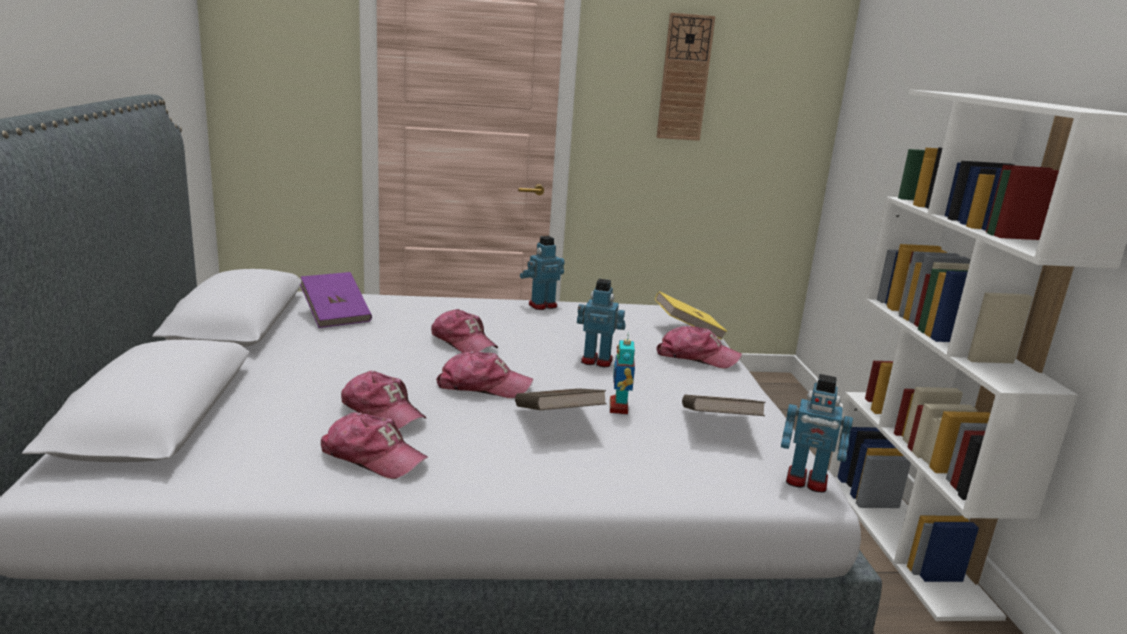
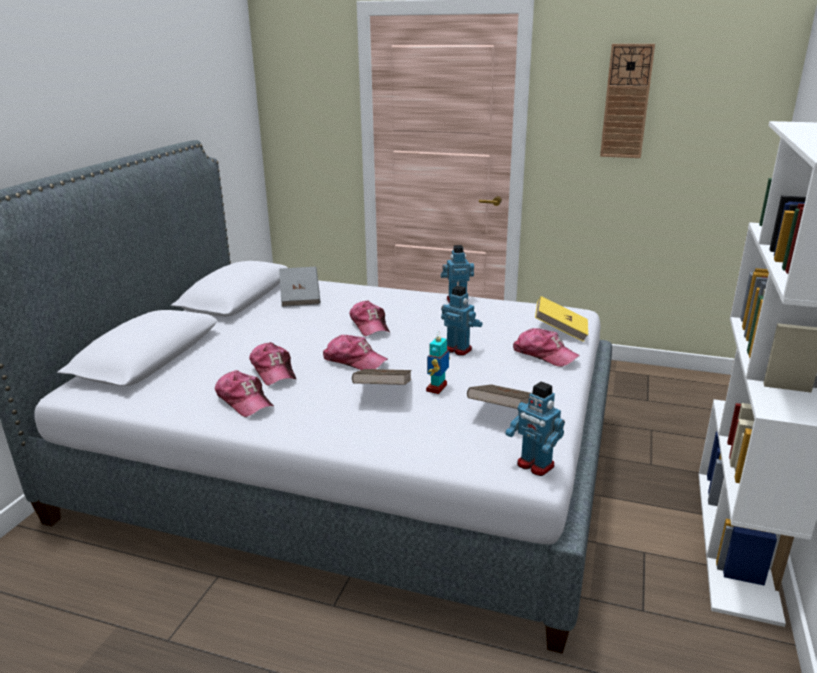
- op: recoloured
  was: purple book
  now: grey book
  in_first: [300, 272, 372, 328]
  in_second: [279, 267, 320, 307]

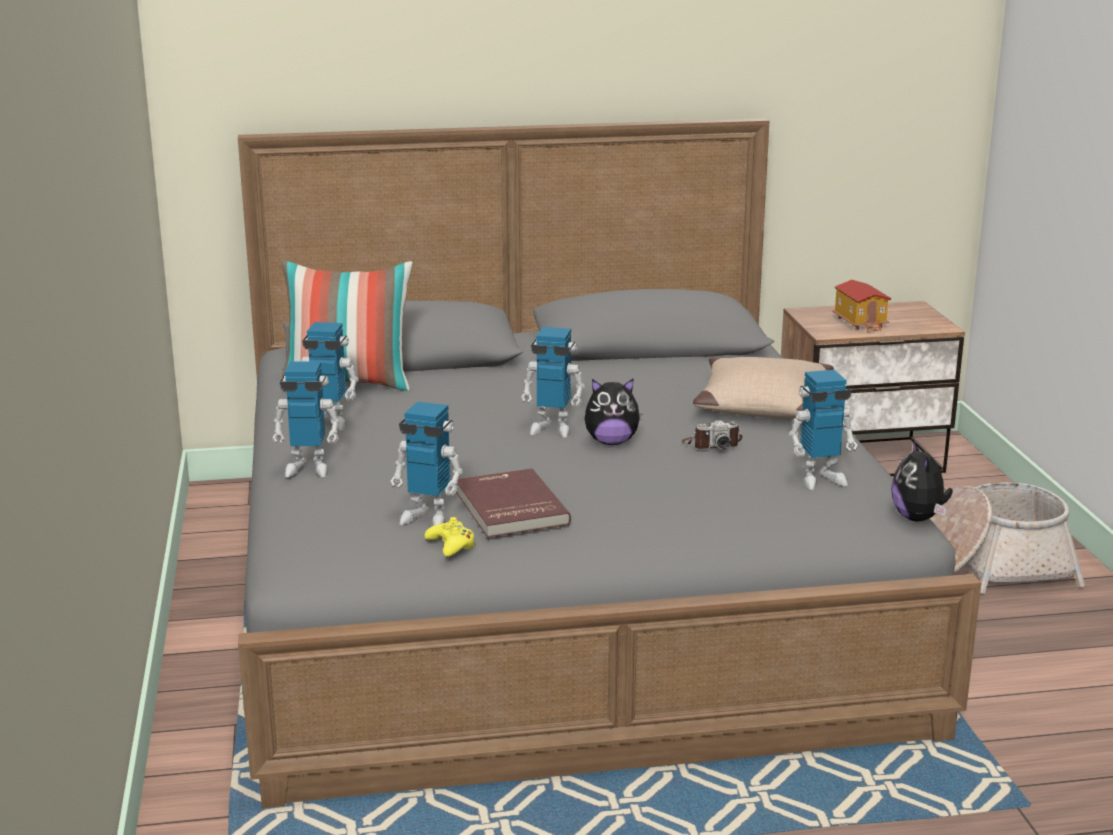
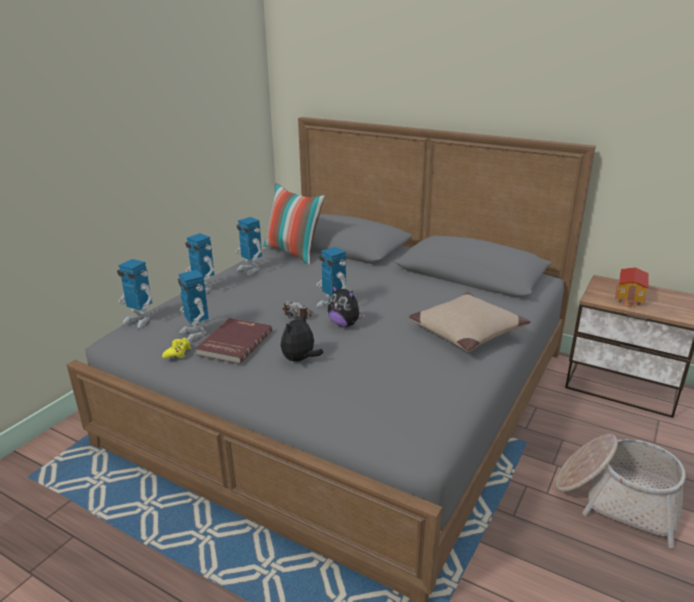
- op: moved
  was: toy robot
  in_first: [789, 370, 858, 490]
  in_second: [117, 259, 153, 328]
- op: moved
  was: photo camera
  in_first: [682, 420, 742, 449]
  in_second: [282, 301, 313, 319]
- op: moved
  was: plush toy
  in_first: [891, 440, 953, 522]
  in_second: [281, 313, 323, 362]

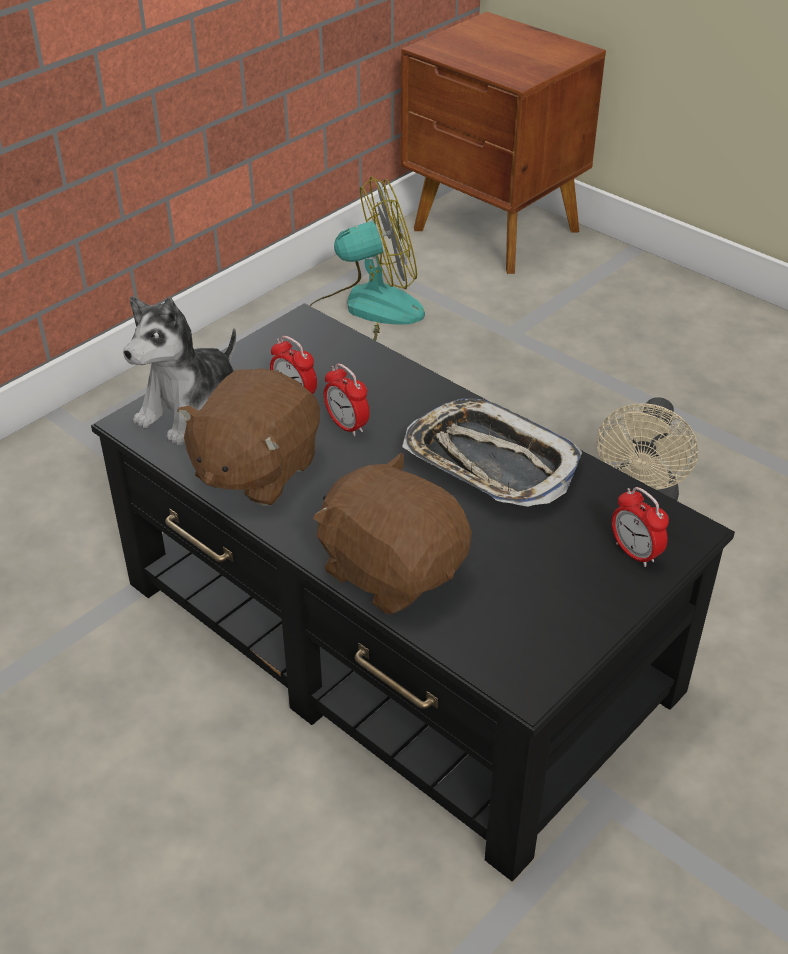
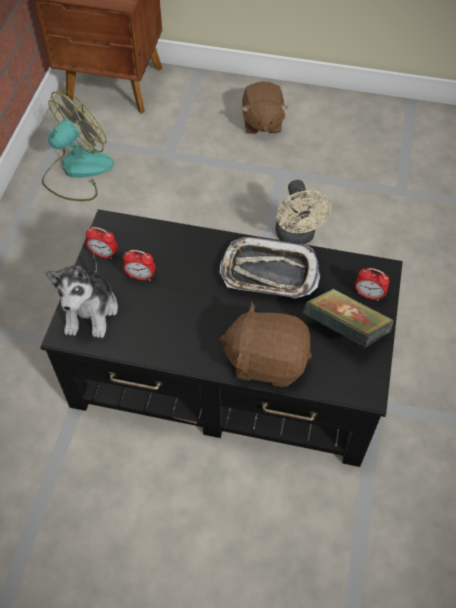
- op: moved
  was: alarm clock
  in_first: [324, 363, 370, 436]
  in_second: [85, 227, 118, 259]
- op: moved
  was: brown plush toy
  in_first: [177, 368, 320, 506]
  in_second: [241, 81, 288, 134]
- op: added
  now: book
  in_second: [303, 289, 394, 348]

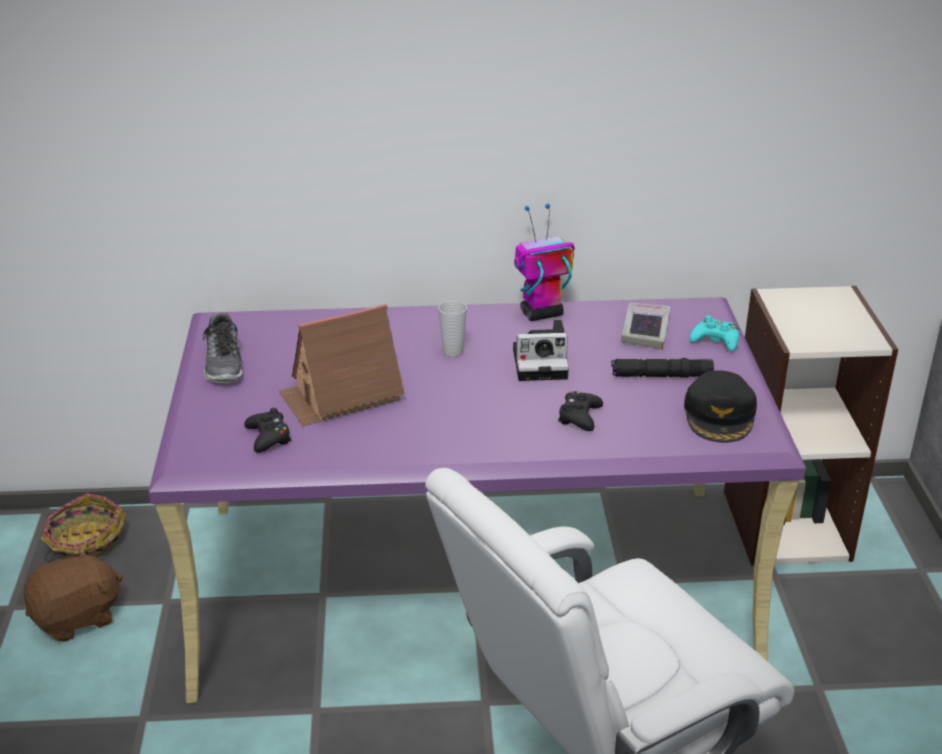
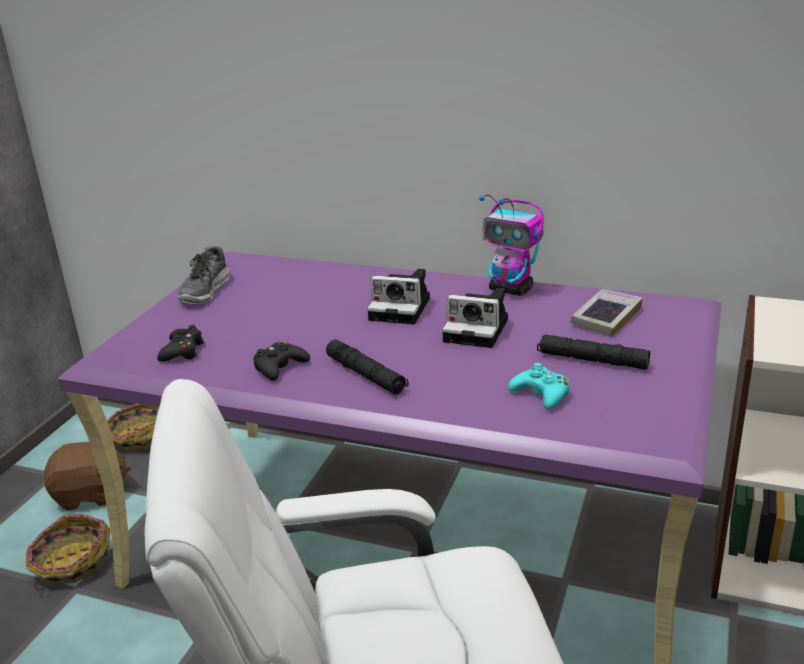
- op: turned
  was: toy robot
  in_first: [514, 203, 575, 321]
  in_second: [479, 195, 544, 296]
  clockwise: -150
- op: replaced
  was: cup
  now: photo camera
  in_first: [438, 300, 467, 357]
  in_second: [367, 268, 430, 324]
- op: removed
  was: toy house
  in_first: [279, 304, 405, 426]
- op: moved
  was: turquoise game controller
  in_first: [689, 316, 739, 352]
  in_second: [508, 363, 570, 410]
- op: removed
  was: black cap
  in_first: [684, 370, 757, 443]
- op: moved
  was: black game controller
  in_first: [558, 391, 603, 431]
  in_second: [253, 341, 310, 381]
- op: added
  now: black flashlight
  in_second: [326, 339, 409, 395]
- op: added
  now: basket
  in_second: [26, 514, 110, 590]

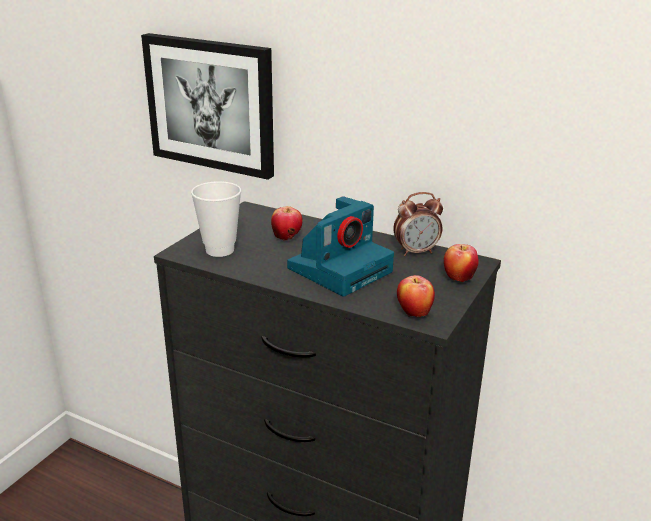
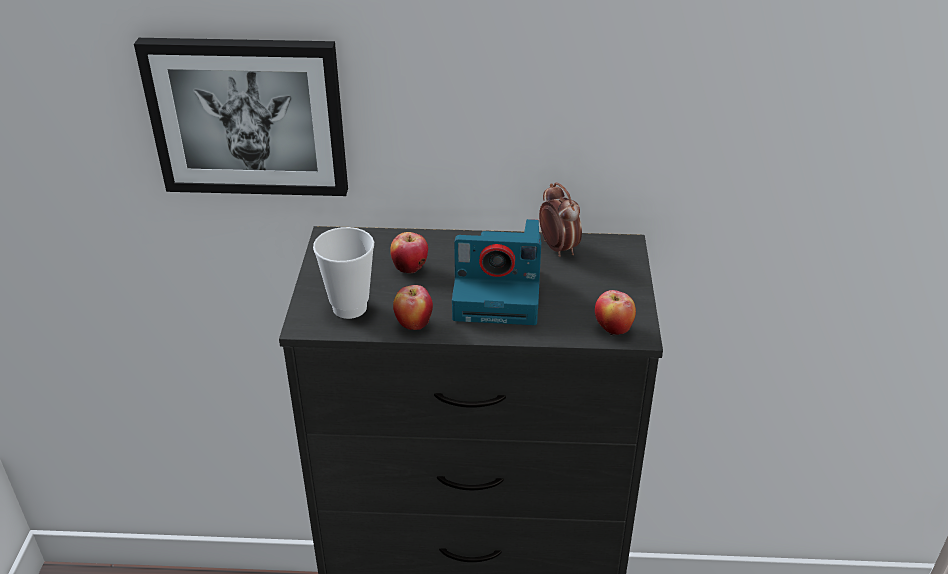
- op: turned
  was: alarm clock
  in_first: [393, 192, 443, 256]
  in_second: [539, 182, 582, 257]
  clockwise: -75
- op: turned
  was: photo camera
  in_first: [287, 196, 394, 296]
  in_second: [452, 219, 541, 325]
  clockwise: 75
- op: moved
  was: apple
  in_first: [444, 244, 479, 282]
  in_second: [393, 285, 433, 330]

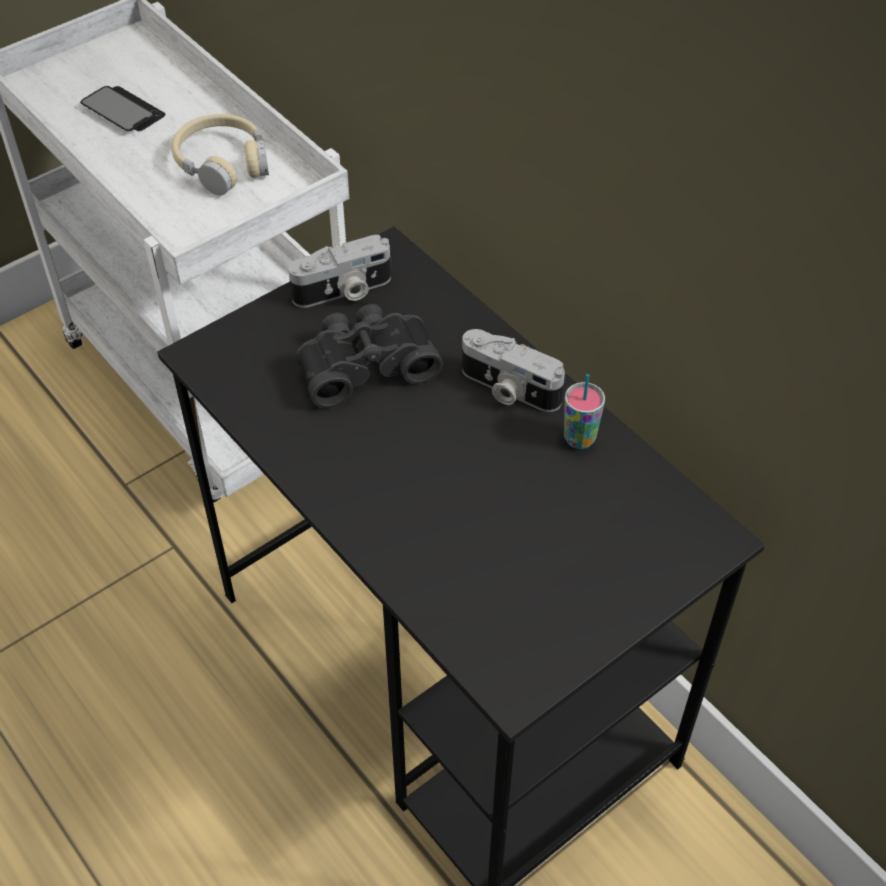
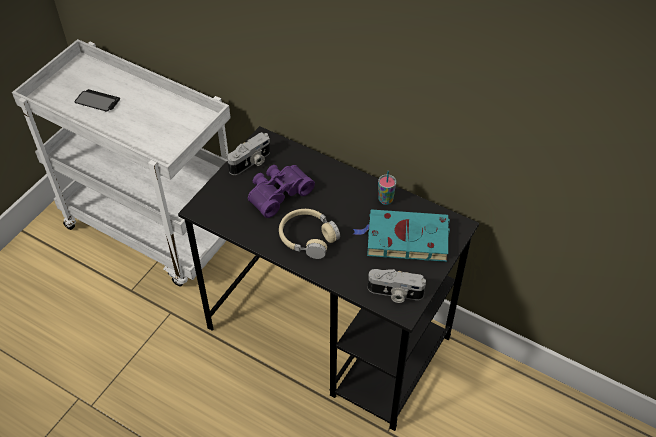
- op: moved
  was: beige headphones
  in_first: [172, 114, 269, 196]
  in_second: [279, 209, 340, 259]
- op: recoloured
  was: black binoculars
  now: purple binoculars
  in_first: [296, 304, 443, 408]
  in_second: [248, 165, 315, 218]
- op: moved
  was: photo camera
  in_first: [462, 329, 565, 412]
  in_second: [368, 269, 426, 303]
- op: added
  now: turquoise book
  in_second: [353, 209, 450, 262]

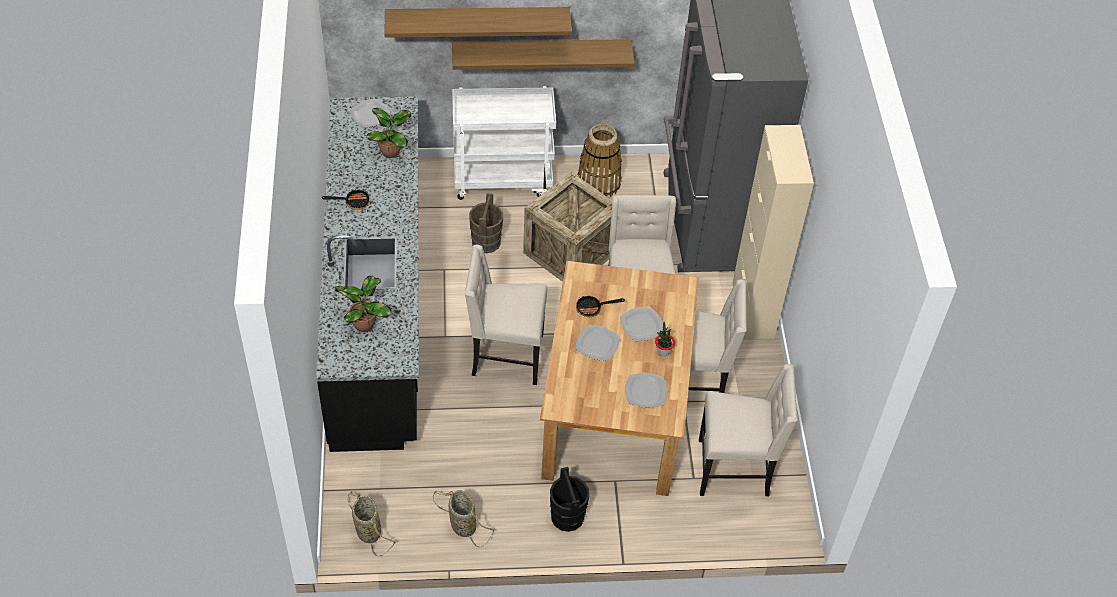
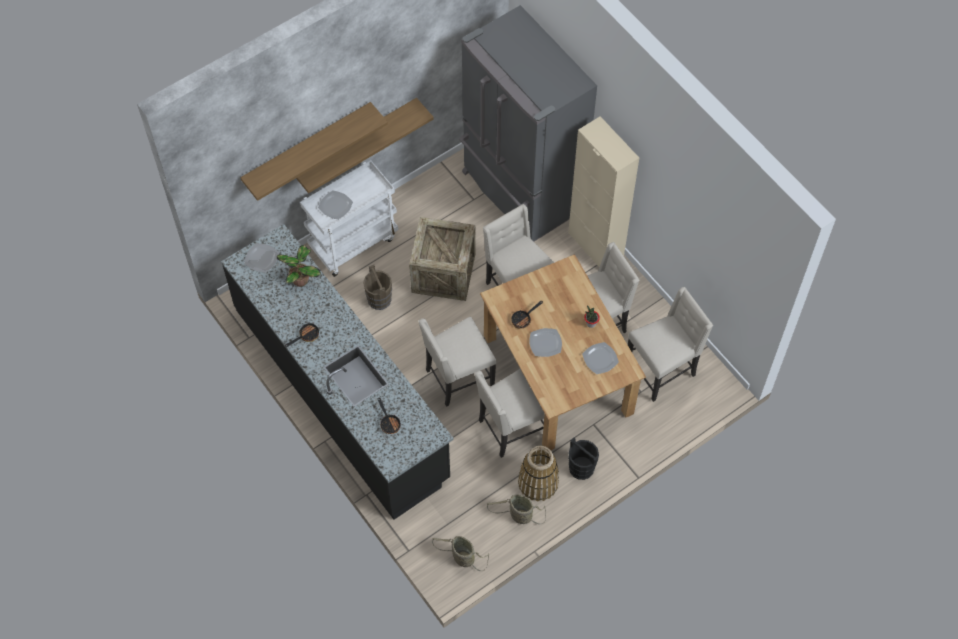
- op: moved
  was: basket
  in_first: [577, 124, 622, 197]
  in_second: [518, 446, 559, 501]
- op: replaced
  was: potted plant
  now: frying pan
  in_first: [335, 276, 392, 332]
  in_second: [377, 398, 401, 434]
- op: moved
  was: plate
  in_first: [620, 307, 663, 341]
  in_second: [318, 190, 353, 220]
- op: added
  now: beige chair
  in_second: [474, 369, 545, 458]

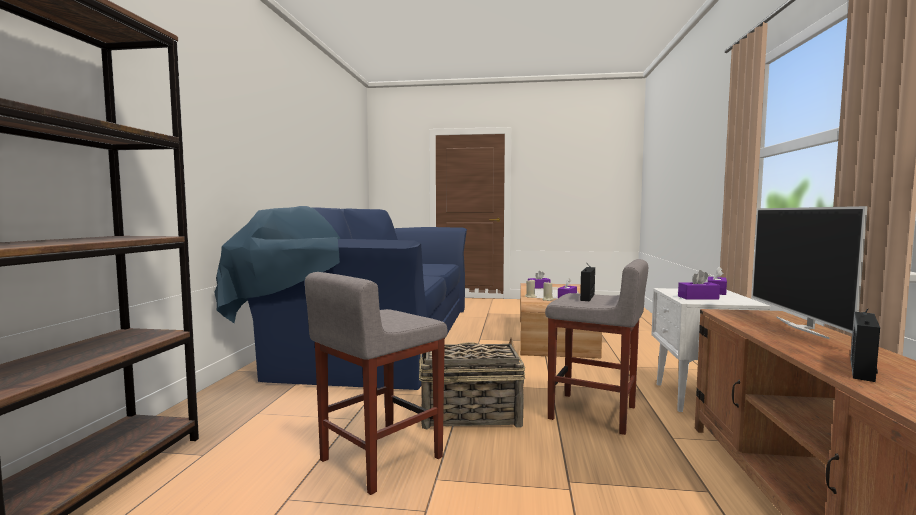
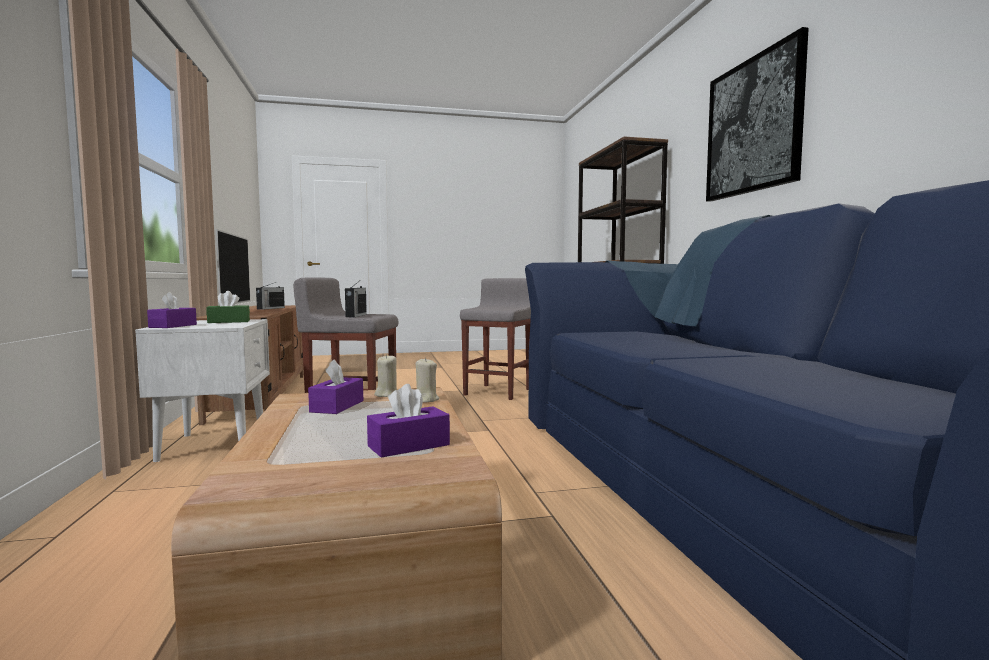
- op: recoloured
  was: purple tissue box
  now: green tissue box
  in_first: [678, 270, 720, 300]
  in_second: [206, 291, 250, 323]
- op: removed
  was: basket
  in_first: [419, 338, 525, 429]
- op: added
  now: picture
  in_second: [706, 27, 809, 202]

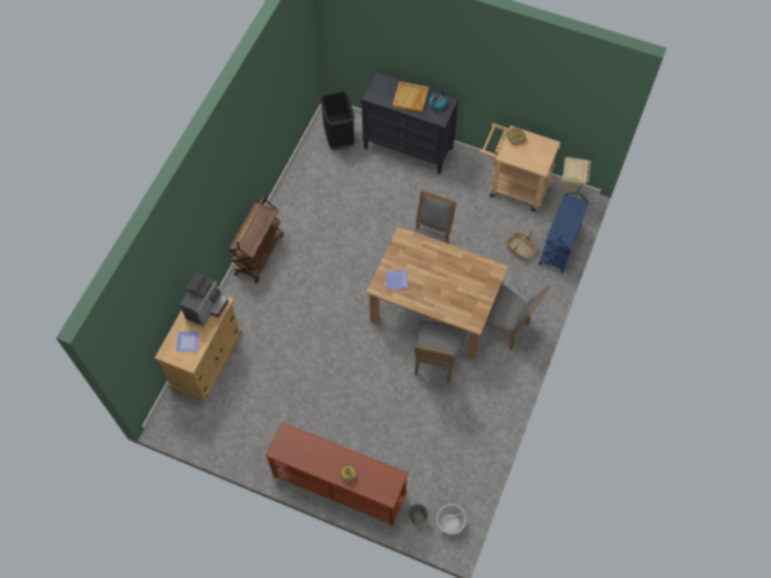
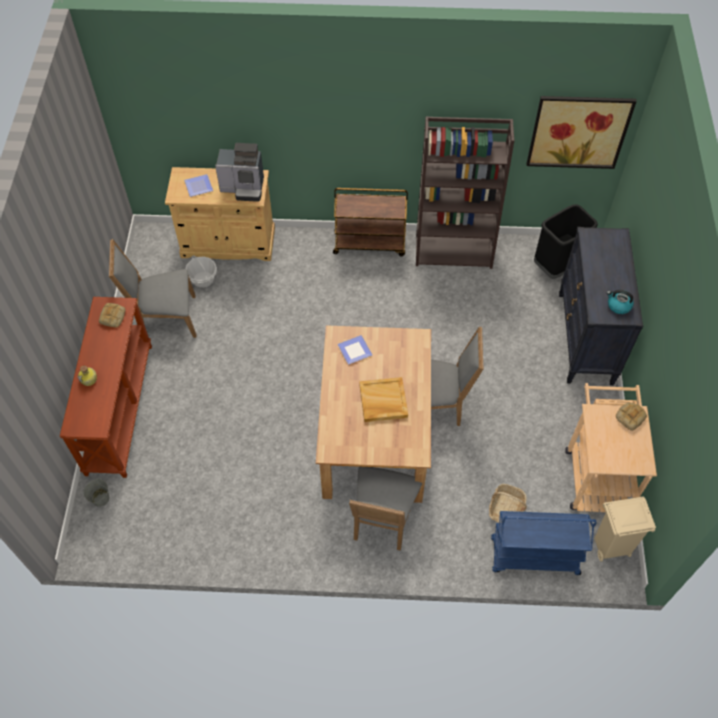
- op: moved
  was: beige tray
  in_first: [392, 81, 429, 113]
  in_second: [359, 377, 408, 422]
- op: moved
  was: grey chair
  in_first: [414, 320, 467, 383]
  in_second: [109, 239, 197, 338]
- op: moved
  was: basket
  in_first: [435, 504, 468, 534]
  in_second: [186, 255, 217, 288]
- op: added
  now: picture
  in_second: [526, 96, 637, 169]
- op: added
  now: brown bookcase
  in_second: [416, 116, 514, 269]
- op: added
  now: bread
  in_second: [99, 303, 125, 327]

